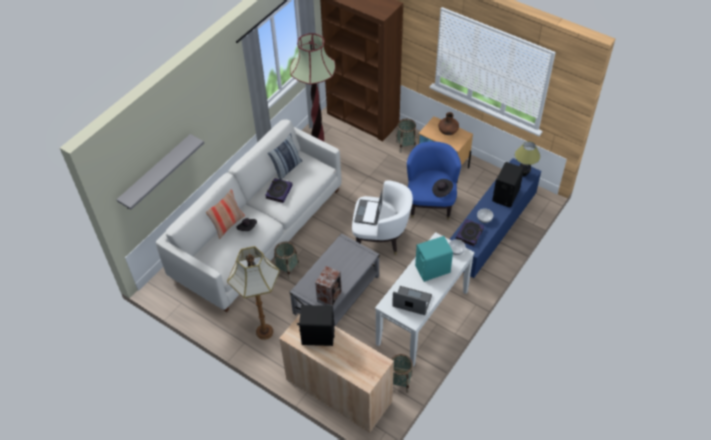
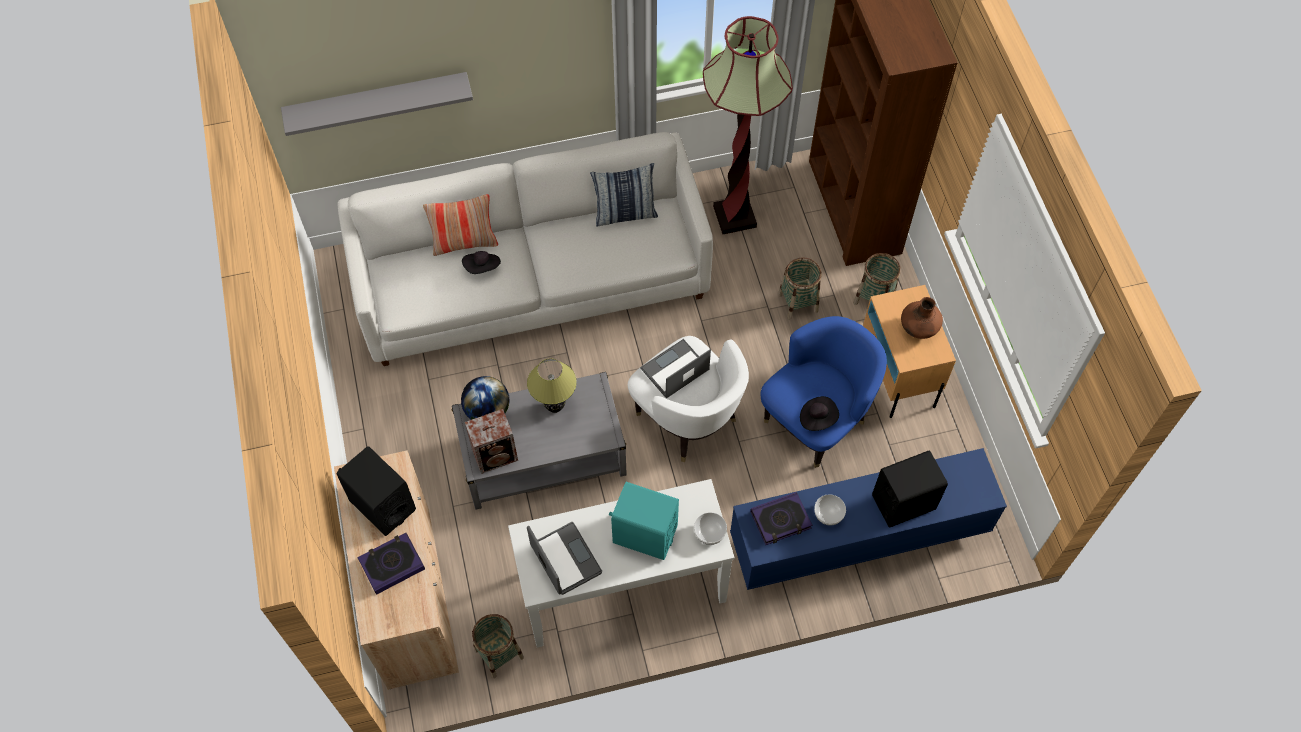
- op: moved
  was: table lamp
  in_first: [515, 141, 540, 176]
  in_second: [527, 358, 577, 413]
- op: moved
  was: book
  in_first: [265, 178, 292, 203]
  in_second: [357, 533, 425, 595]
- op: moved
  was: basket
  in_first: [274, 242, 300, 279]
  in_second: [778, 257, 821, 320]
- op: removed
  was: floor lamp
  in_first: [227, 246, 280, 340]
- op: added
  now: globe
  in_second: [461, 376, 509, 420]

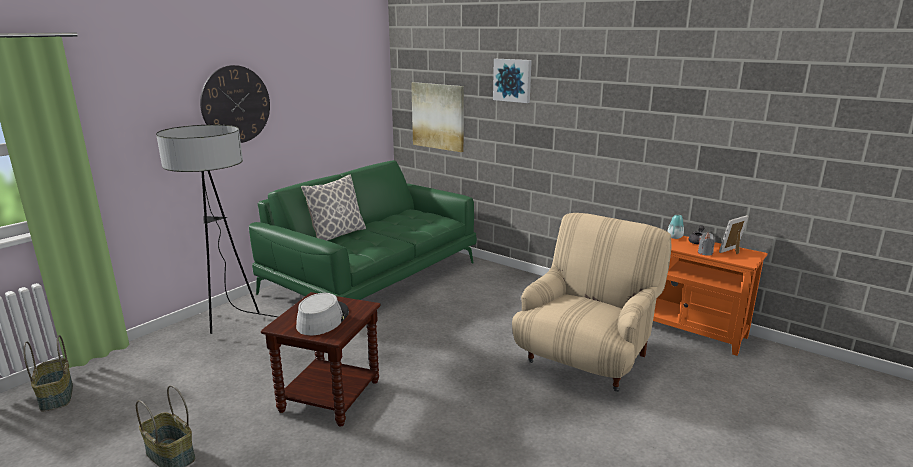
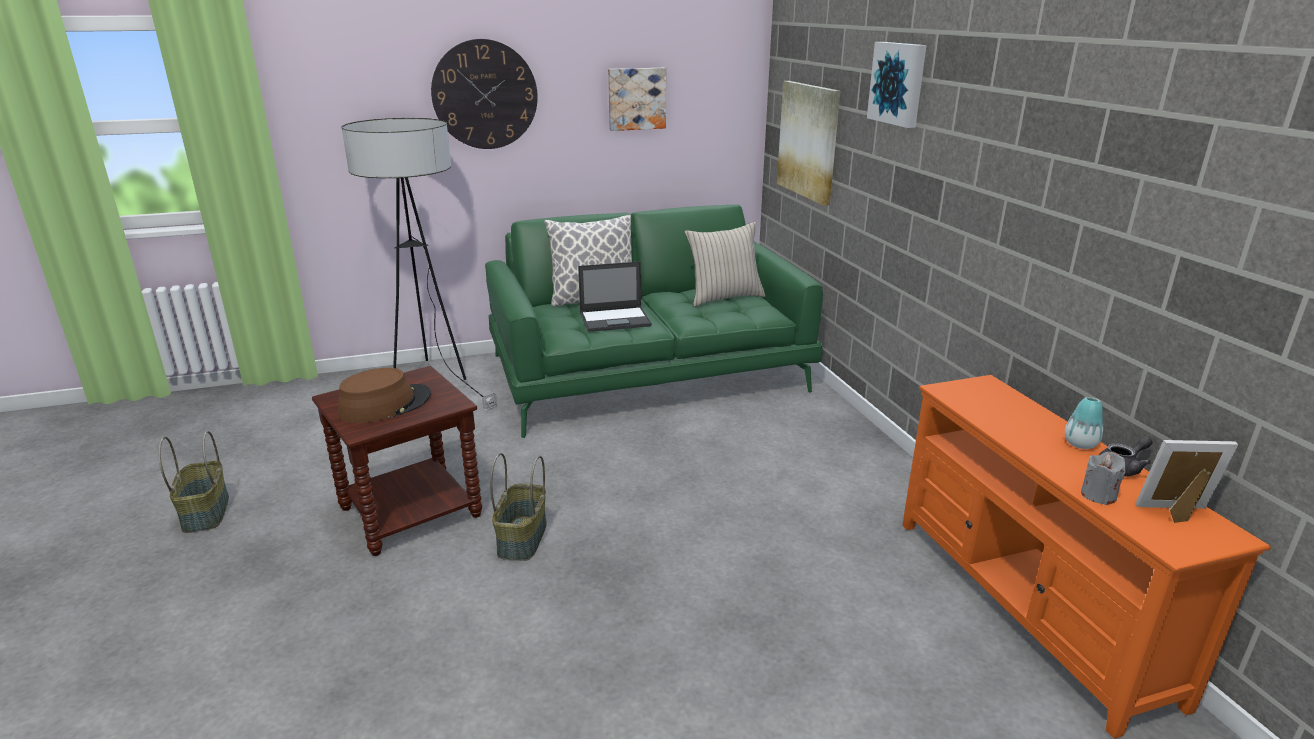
- op: removed
  was: beige armchair
  in_first: [512, 213, 672, 392]
- op: recoloured
  was: grey hat
  now: brown hat
  in_first: [296, 293, 349, 336]
  in_second: [338, 368, 431, 423]
- op: moved
  was: basket
  in_first: [23, 335, 73, 411]
  in_second: [490, 453, 547, 561]
- op: added
  now: picture
  in_second: [608, 68, 666, 131]
- op: added
  now: beige pillow
  in_second: [685, 222, 765, 306]
- op: added
  now: laptop
  in_second: [578, 261, 652, 332]

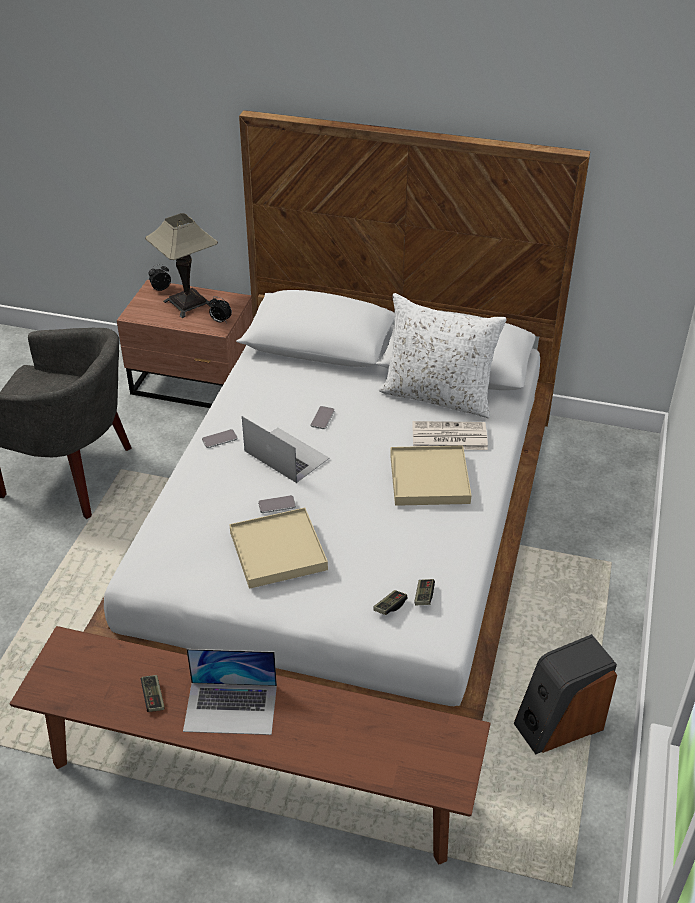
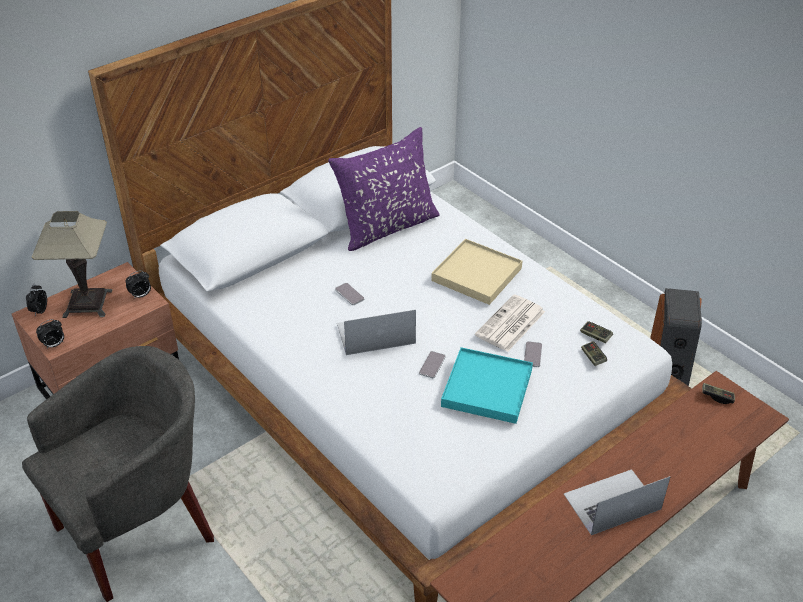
- op: recoloured
  was: white pillow
  now: purple pillow
  in_first: [378, 293, 507, 418]
  in_second: [328, 127, 440, 251]
- op: moved
  was: newspaper
  in_first: [412, 421, 488, 450]
  in_second: [475, 294, 545, 352]
- op: moved
  was: phone
  in_first: [202, 429, 238, 448]
  in_second: [524, 341, 542, 367]
- op: recoloured
  was: beige tray
  now: turquoise tray
  in_first: [229, 507, 328, 589]
  in_second: [441, 347, 533, 424]
- op: turned
  was: laptop
  in_first: [183, 649, 277, 735]
  in_second: [564, 469, 670, 535]
  clockwise: -150
- op: moved
  was: game controller
  in_first: [141, 675, 165, 712]
  in_second: [702, 383, 735, 404]
- op: added
  now: alarm clock
  in_second: [36, 319, 64, 348]

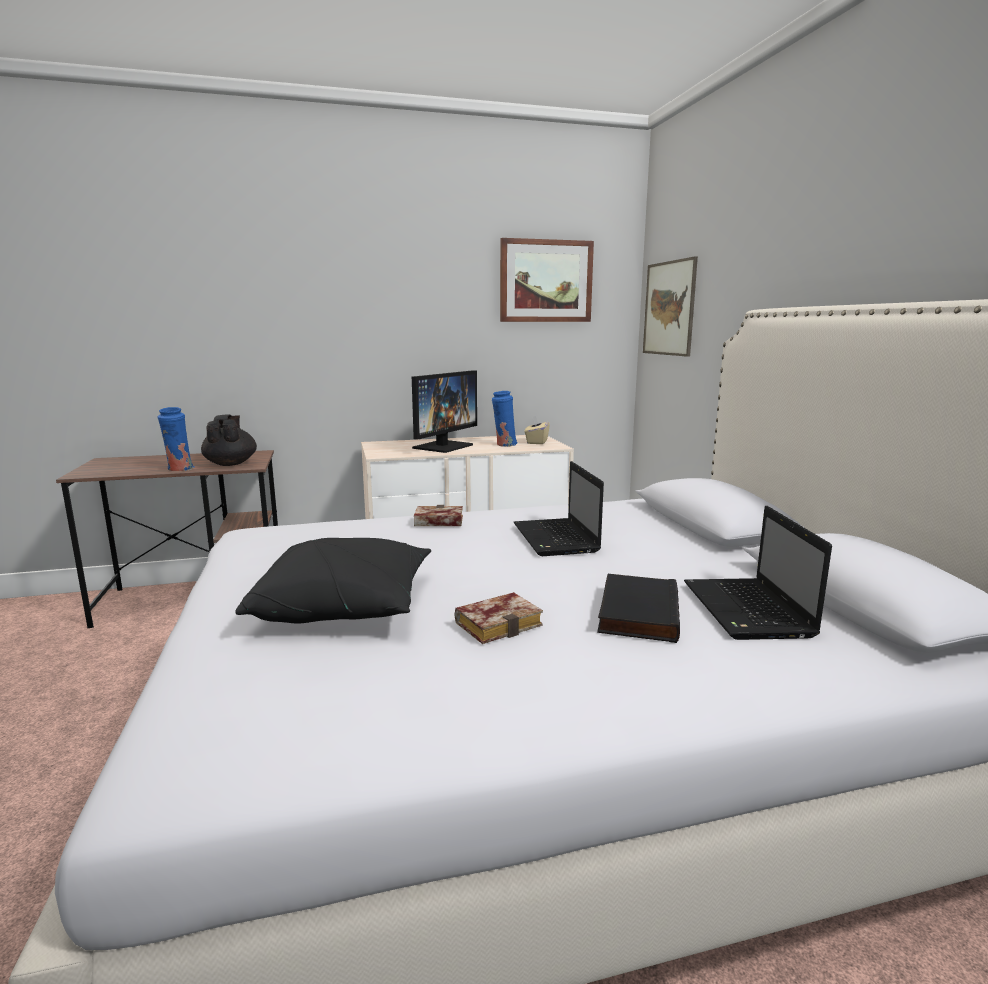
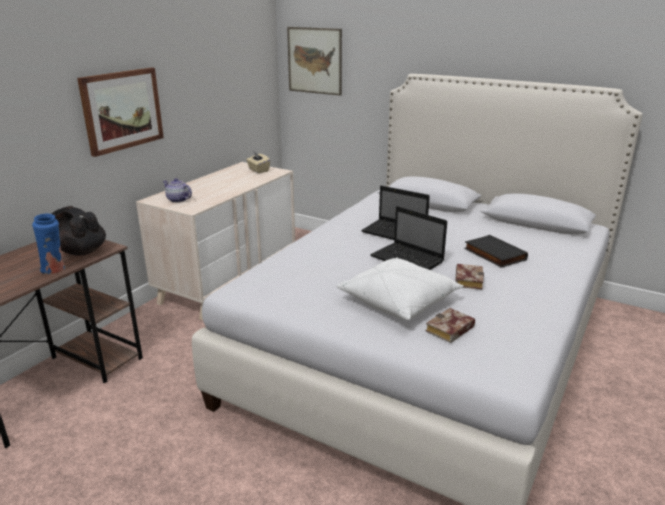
- op: moved
  was: picture
  in_first: [500, 238, 594, 322]
  in_second: [77, 68, 164, 157]
- op: removed
  was: monitor
  in_first: [412, 370, 477, 453]
- op: removed
  was: blue vase
  in_first: [492, 391, 517, 447]
- op: moved
  was: book
  in_first: [414, 505, 463, 526]
  in_second: [426, 308, 475, 343]
- op: moved
  was: laptop
  in_first: [684, 506, 832, 640]
  in_second: [370, 206, 447, 270]
- op: recoloured
  was: black pillow
  now: white pillow
  in_first: [235, 538, 431, 623]
  in_second: [337, 258, 464, 320]
- op: added
  now: teapot
  in_second: [163, 178, 192, 203]

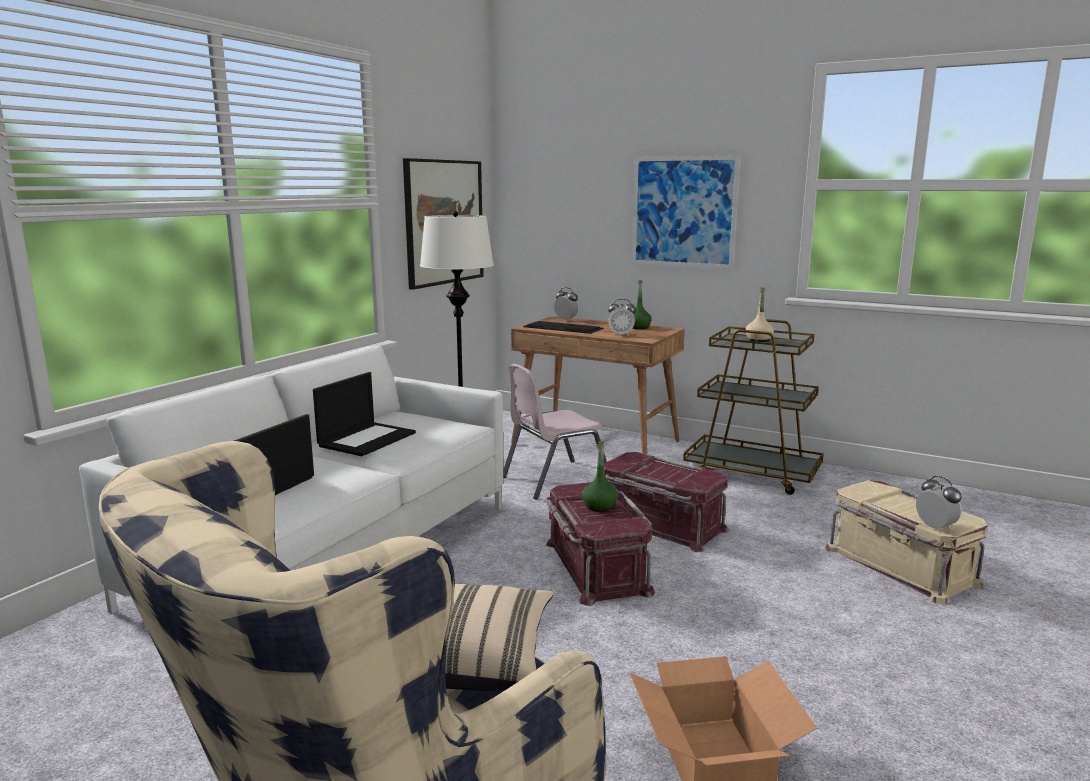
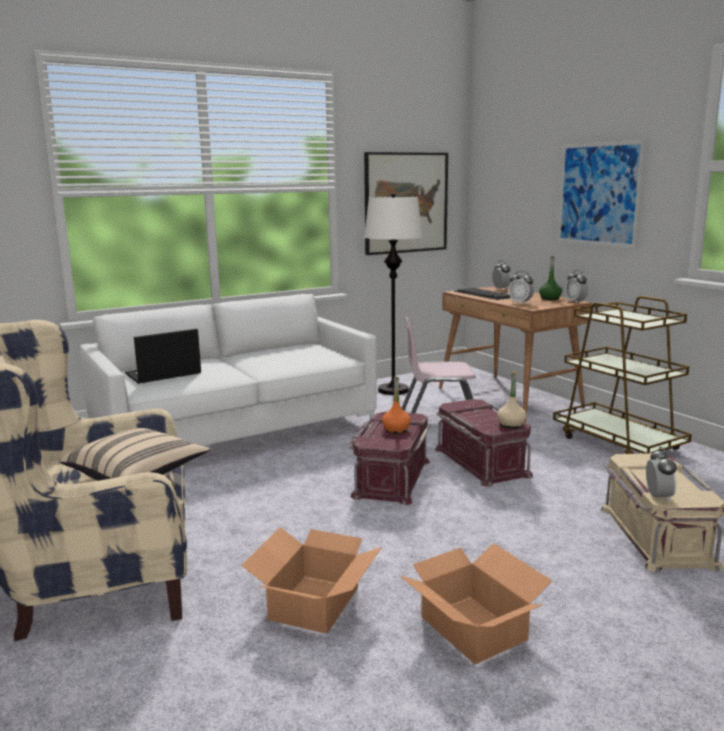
- op: moved
  was: beige bottle
  in_first: [745, 287, 774, 342]
  in_second: [497, 371, 527, 429]
- op: removed
  was: laptop
  in_first: [313, 372, 416, 456]
- op: recoloured
  was: green bottle
  now: orange bottle
  in_first: [582, 442, 618, 512]
  in_second: [382, 377, 411, 433]
- op: added
  now: alarm clock
  in_second: [565, 270, 588, 304]
- op: added
  now: cardboard box
  in_second: [399, 543, 552, 664]

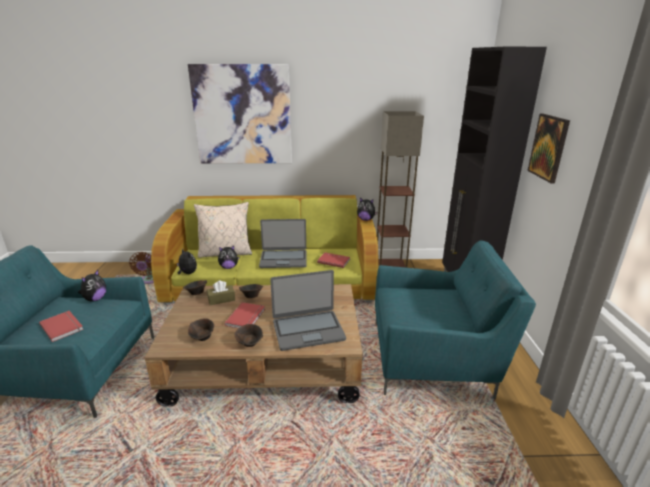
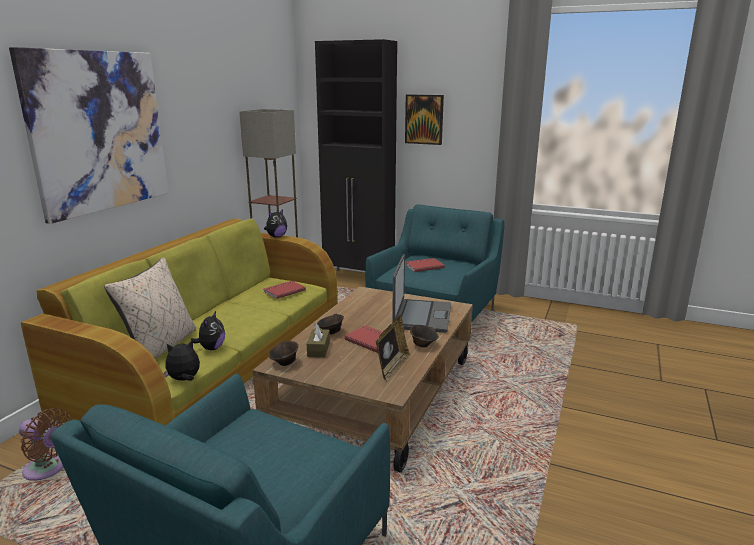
- op: removed
  was: laptop
  in_first: [259, 219, 307, 268]
- op: removed
  was: plush toy
  in_first: [78, 270, 106, 301]
- op: moved
  was: red book
  in_first: [39, 311, 84, 342]
  in_second: [405, 258, 445, 272]
- op: replaced
  was: brown bowl
  now: picture frame
  in_first: [188, 318, 214, 341]
  in_second: [376, 315, 410, 382]

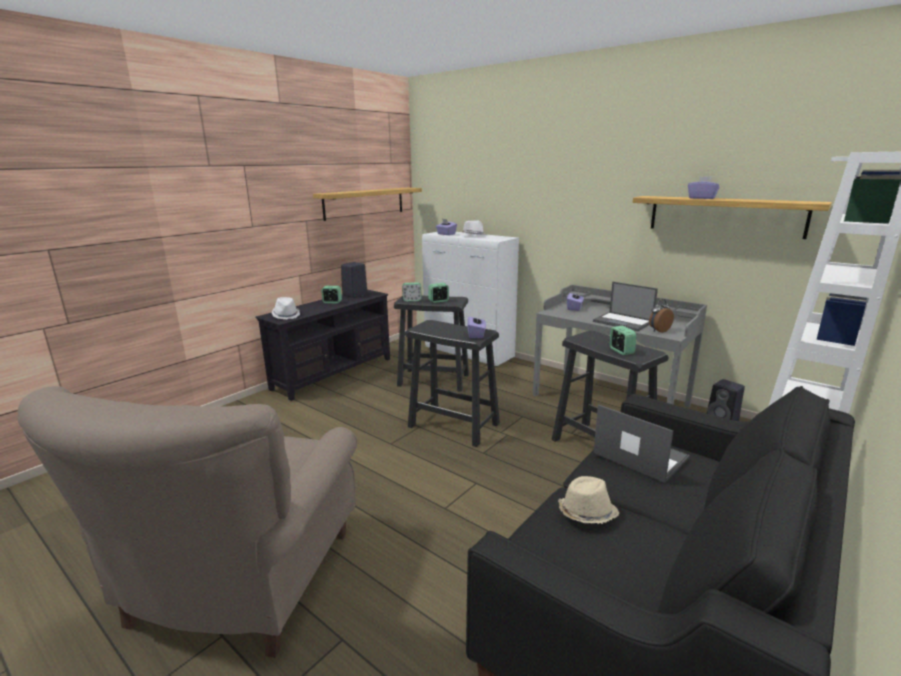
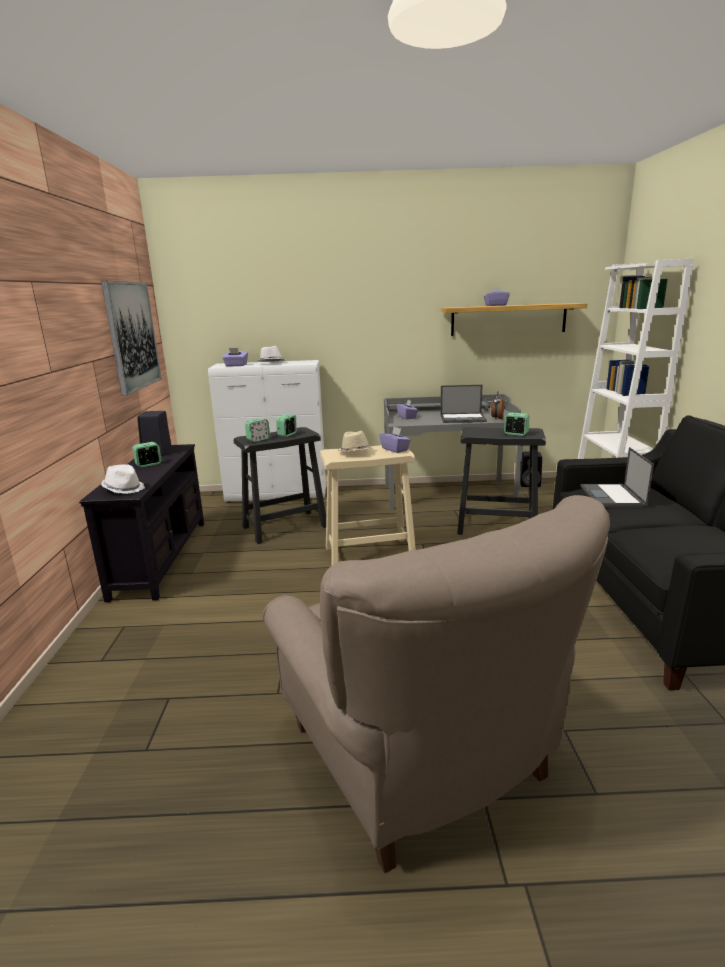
- op: replaced
  was: shelf
  now: picture
  in_first: [313, 188, 422, 221]
  in_second: [101, 281, 162, 396]
- op: recoloured
  was: black stool
  now: beige stool
  in_first: [406, 320, 500, 447]
  in_second: [320, 445, 416, 565]
- op: turned
  was: laptop
  in_first: [593, 405, 690, 483]
  in_second: [581, 447, 654, 507]
  clockwise: -90
- op: moved
  was: beige hat
  in_first: [558, 476, 619, 524]
  in_second: [339, 430, 371, 451]

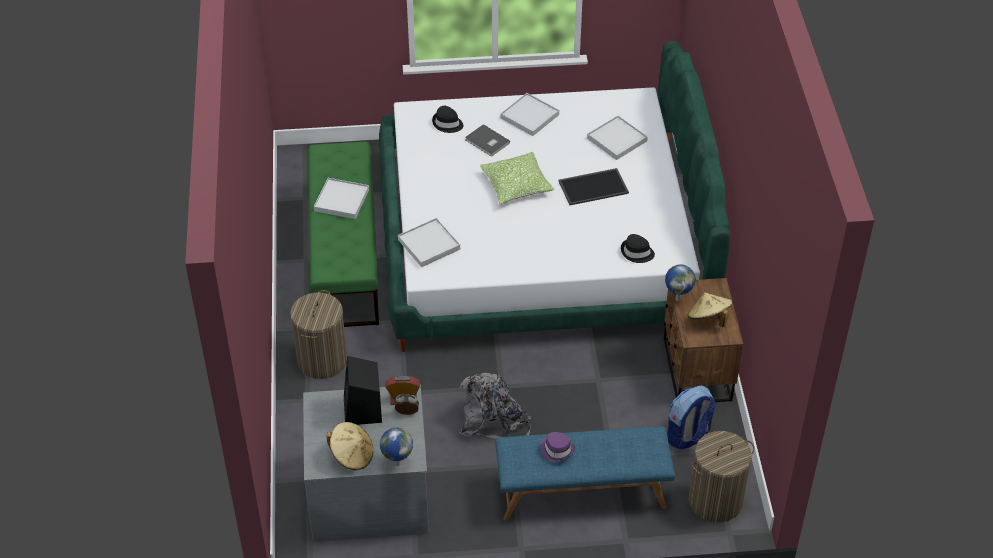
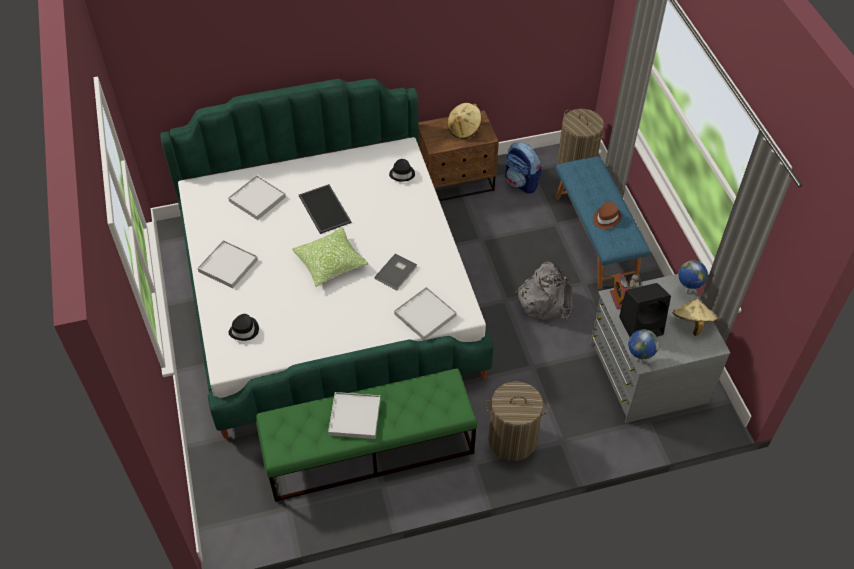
- op: moved
  was: grey book
  in_first: [465, 124, 510, 157]
  in_second: [374, 254, 417, 290]
- op: moved
  was: globe
  in_first: [665, 264, 696, 301]
  in_second: [628, 329, 659, 363]
- op: recoloured
  was: purple hat
  now: brown hat
  in_first: [540, 432, 575, 462]
  in_second: [593, 202, 621, 229]

